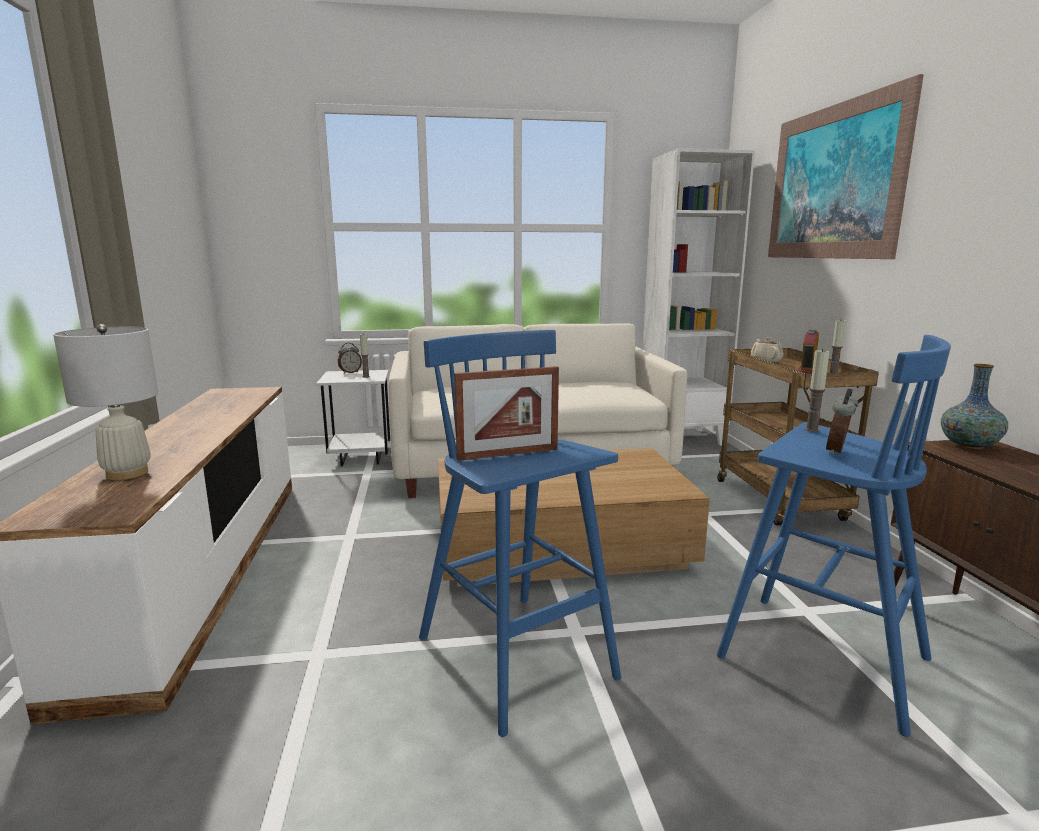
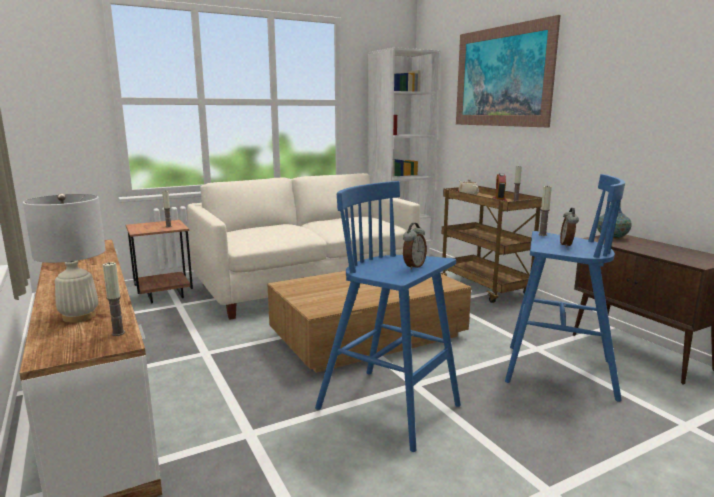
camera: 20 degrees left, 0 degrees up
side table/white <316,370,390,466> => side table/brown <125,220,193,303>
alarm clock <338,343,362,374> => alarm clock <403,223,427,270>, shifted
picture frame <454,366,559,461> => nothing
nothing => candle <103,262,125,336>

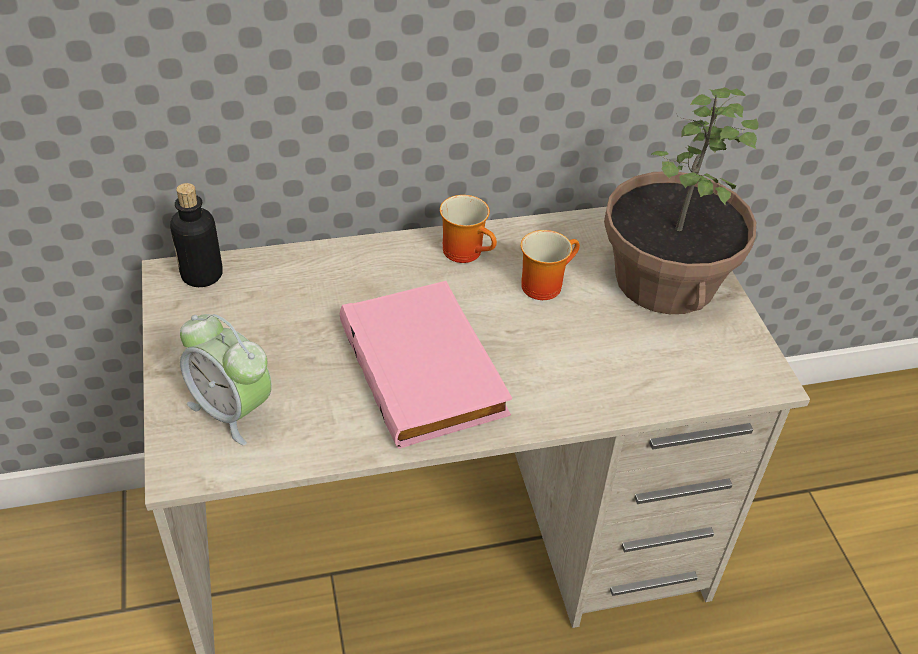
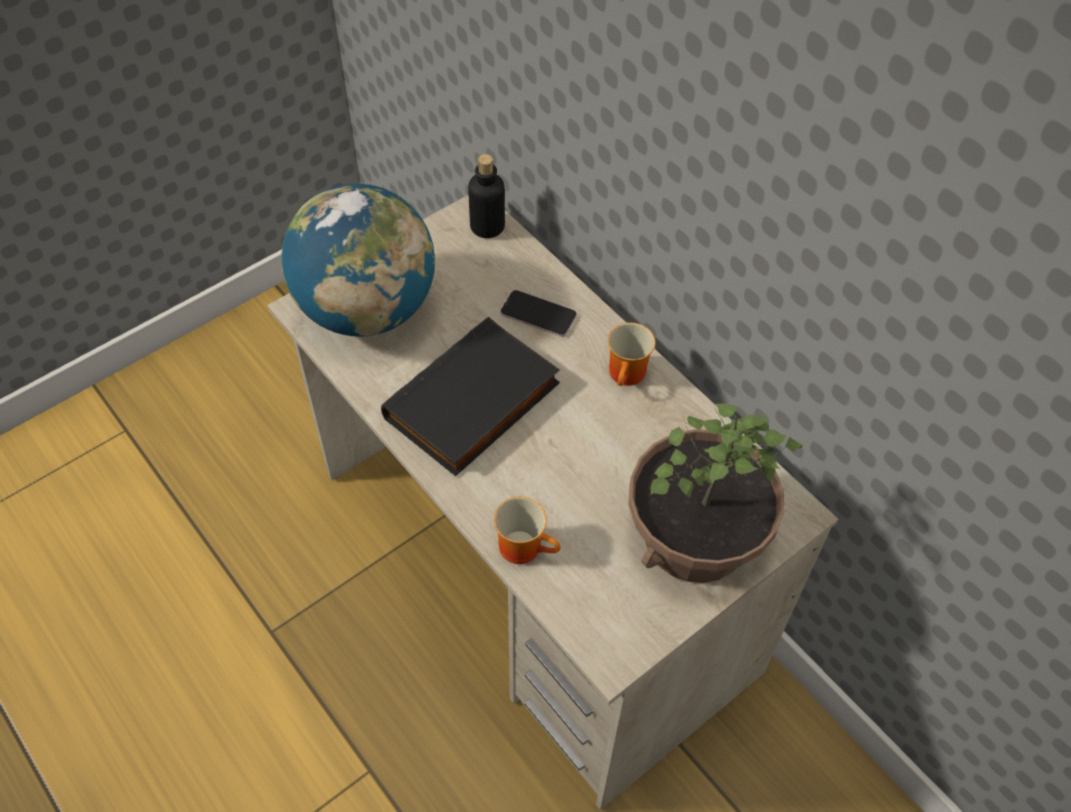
camera: 65 degrees right, 10 degrees up
alarm clock <180,314,272,445> => globe <281,184,435,337>
book/pink <340,281,512,449> => book/black <381,317,560,476>
mug <521,230,580,300> => mug <494,497,560,564>, shifted
nothing => phone <500,290,577,337>

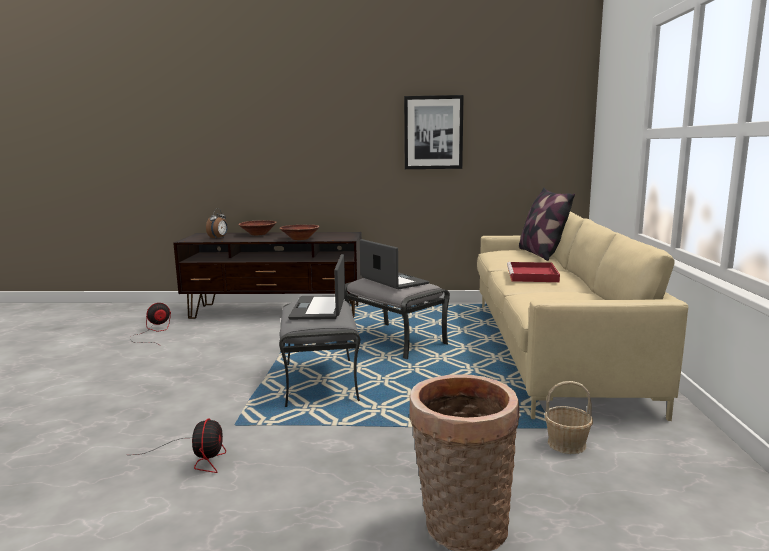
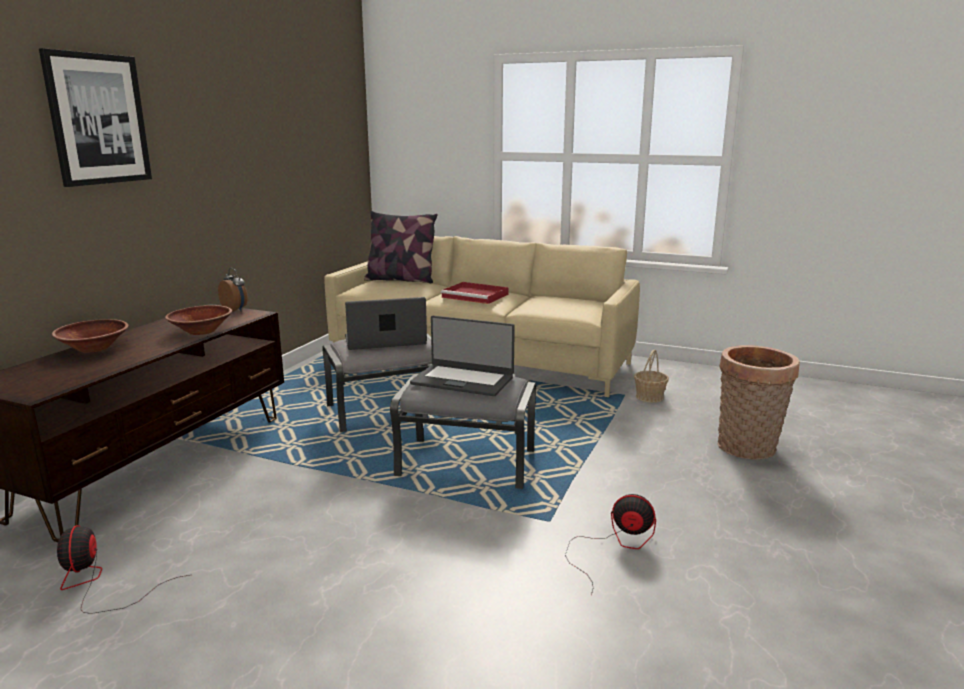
camera: 70 degrees left, 5 degrees up
alarm clock <206,209,228,239> => alarm clock <218,268,248,312>, shifted
picture <404,95,464,169> => picture <39,48,152,187>, shifted

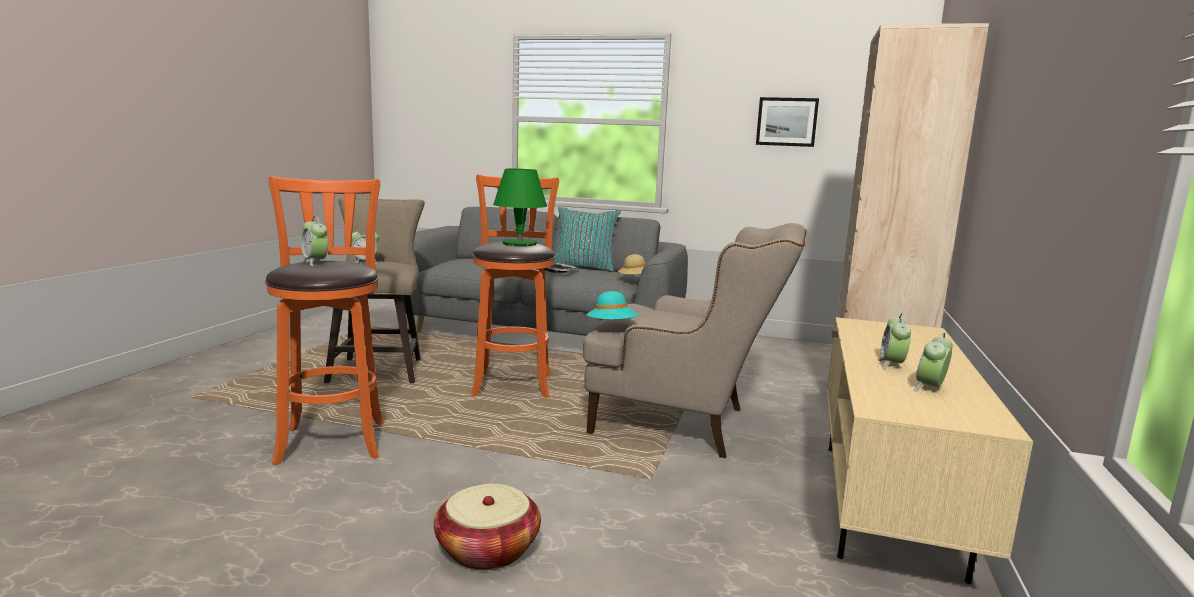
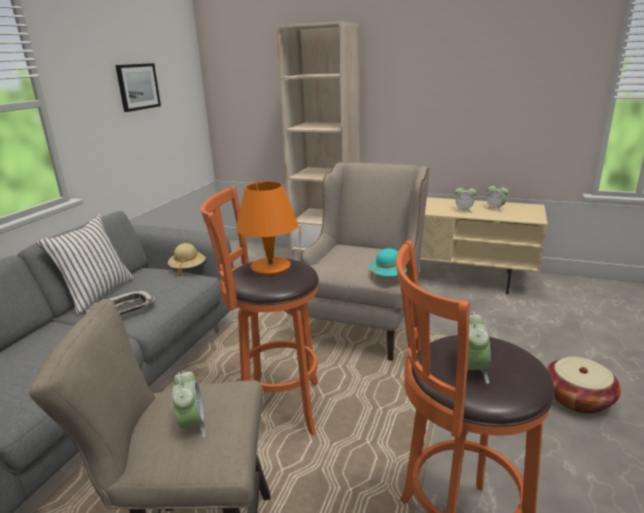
camera: 85 degrees left, 10 degrees up
alarm clock <301,216,328,266> => alarm clock <467,312,491,384>, 45 degrees counterclockwise
table lamp/green <493,169,547,246> => table lamp/orange <236,181,298,276>
pillow/turquoise <554,207,621,272> => pillow/white <36,214,135,314>

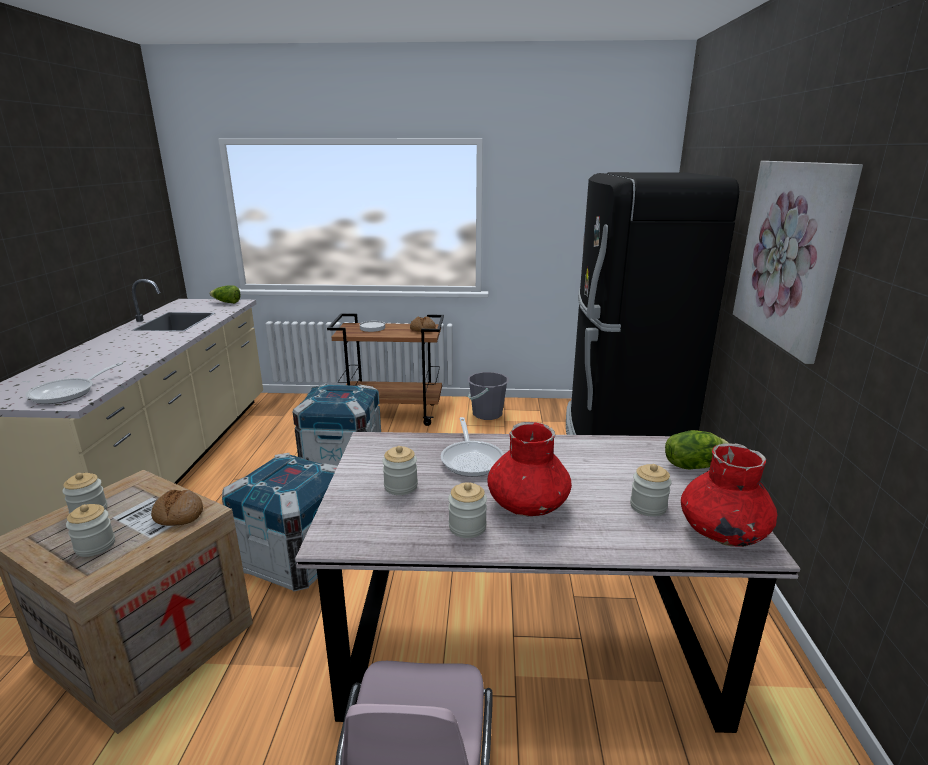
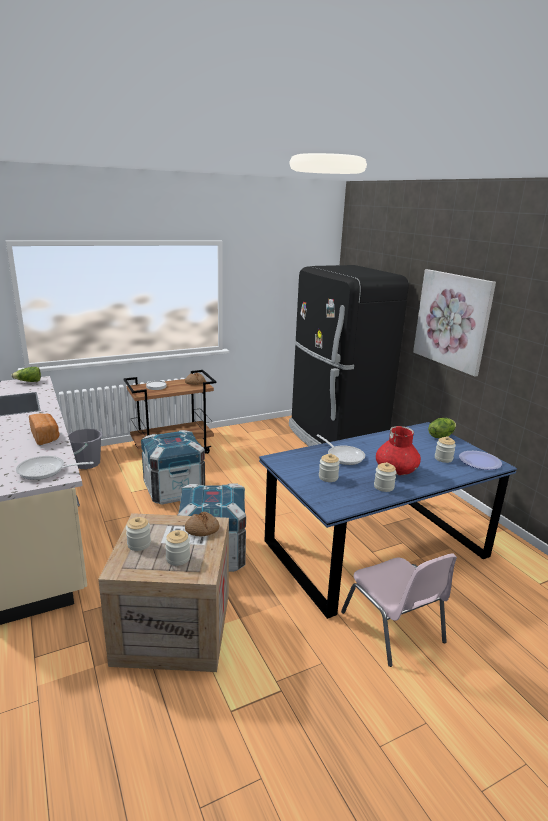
camera: 30 degrees left, 0 degrees up
frying pan <26,362,123,404> => frying pan <16,456,94,480>, 90 degrees clockwise
dining table/grey <295,432,800,733> => dining table/blue <259,422,517,619>
bucket/grey <467,372,509,420> => bucket/grey <68,429,102,469>, shifted
vase/red <681,443,777,547> => plate <459,451,502,470>
nothing => bread <29,413,59,445>

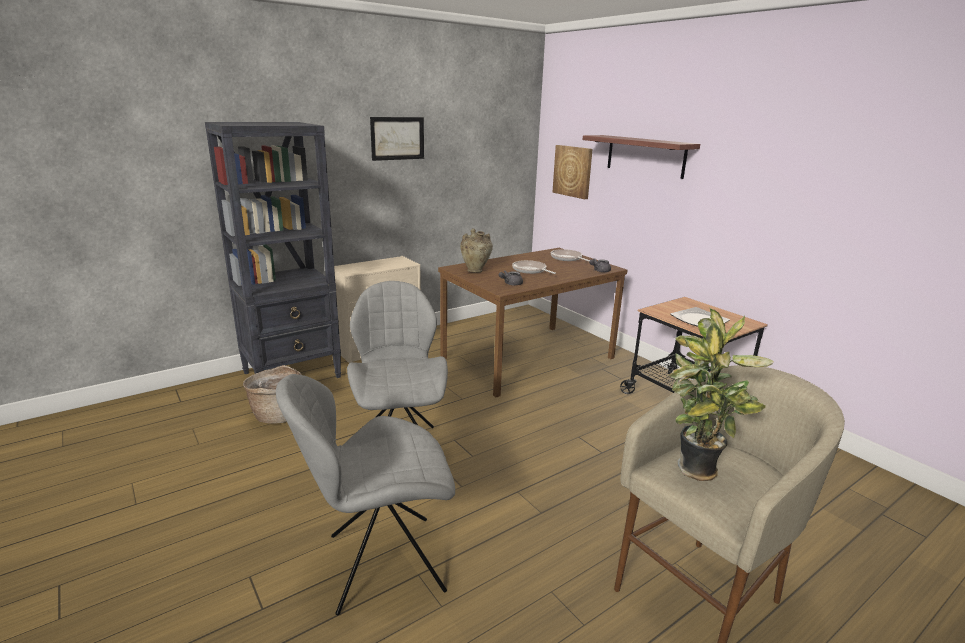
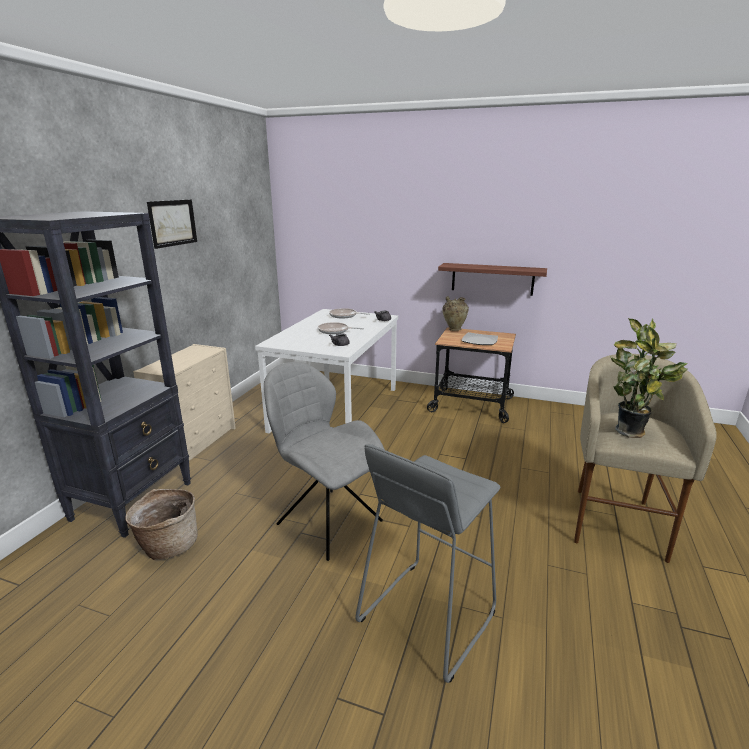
camera: 35 degrees left, 0 degrees up
chair/grey <276,374,455,615> => stool/grey <355,444,500,683>
dining table/brown <438,248,628,397> => dining table/white <255,309,398,433>
vase/beige <460,228,493,273> => vase/beige <442,296,469,331>, shifted
picture <553,145,593,199> => nothing
shelf <583,135,700,179> => shelf <438,263,547,296>, shifted

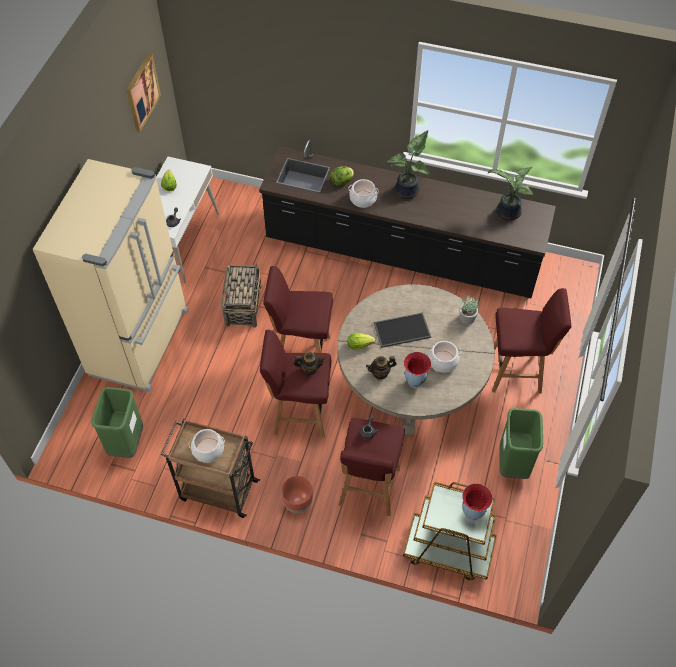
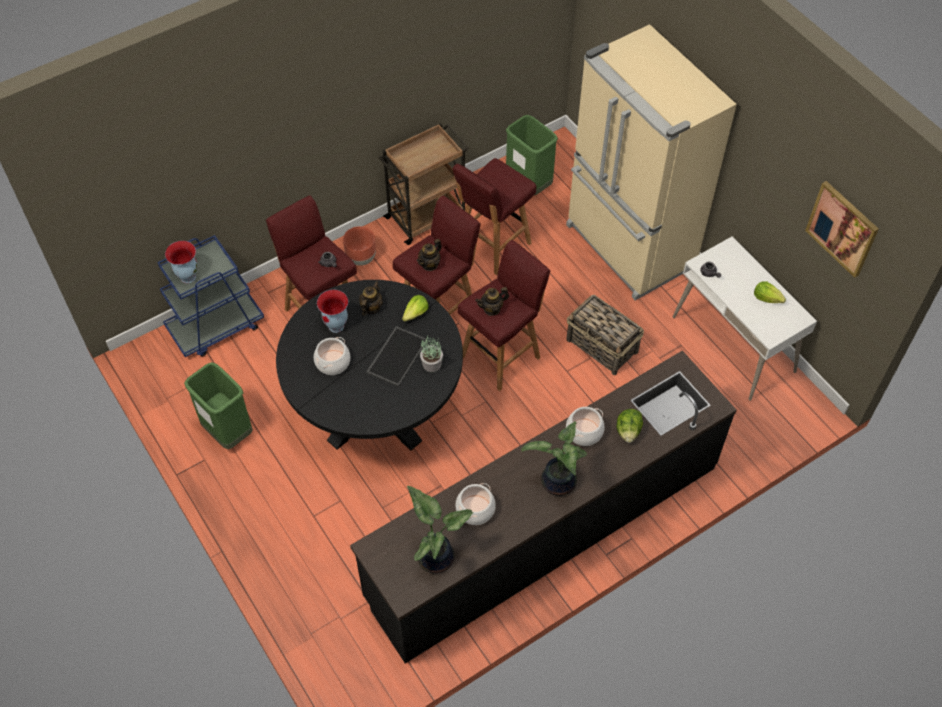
camera: 130 degrees right, 0 degrees up
cooking pot <189,429,225,463> => cooking pot <455,483,496,525>, shifted
dining table/beige <337,284,495,437> => dining table/black <276,280,463,450>
cart/brown <403,482,497,580> => cart/blue <157,235,264,357>
potted plant <459,295,479,324> => potted plant <420,335,443,372>, shifted
stool/red <492,288,571,393> => stool/red <452,158,536,275>, shifted
nothing => teapot <475,287,509,316>

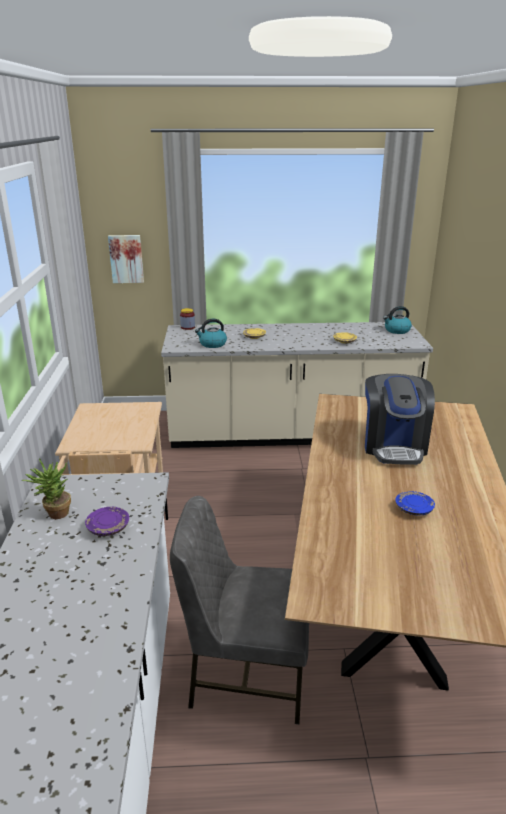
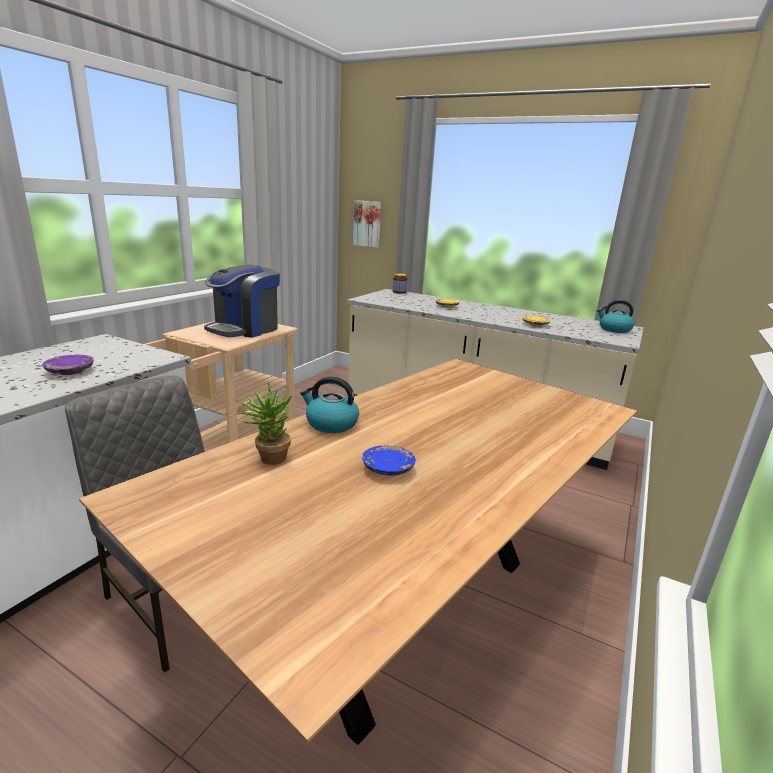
camera: 30 degrees right, 5 degrees down
potted plant <22,458,71,519> => potted plant <236,383,292,465>, shifted
kettle <195,319,227,348> => kettle <300,376,359,433>, shifted
coffee machine <365,374,435,465> => coffee machine <204,264,280,338>, shifted

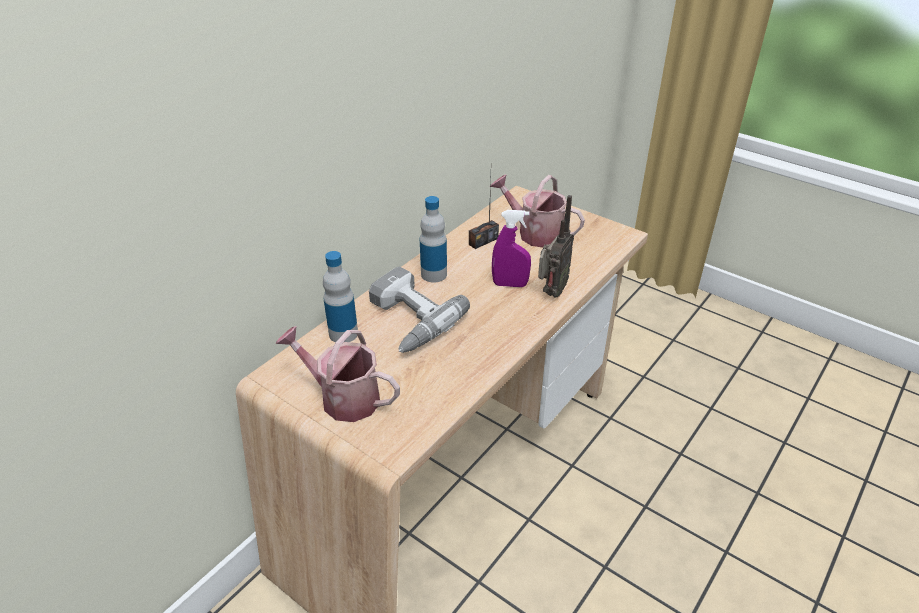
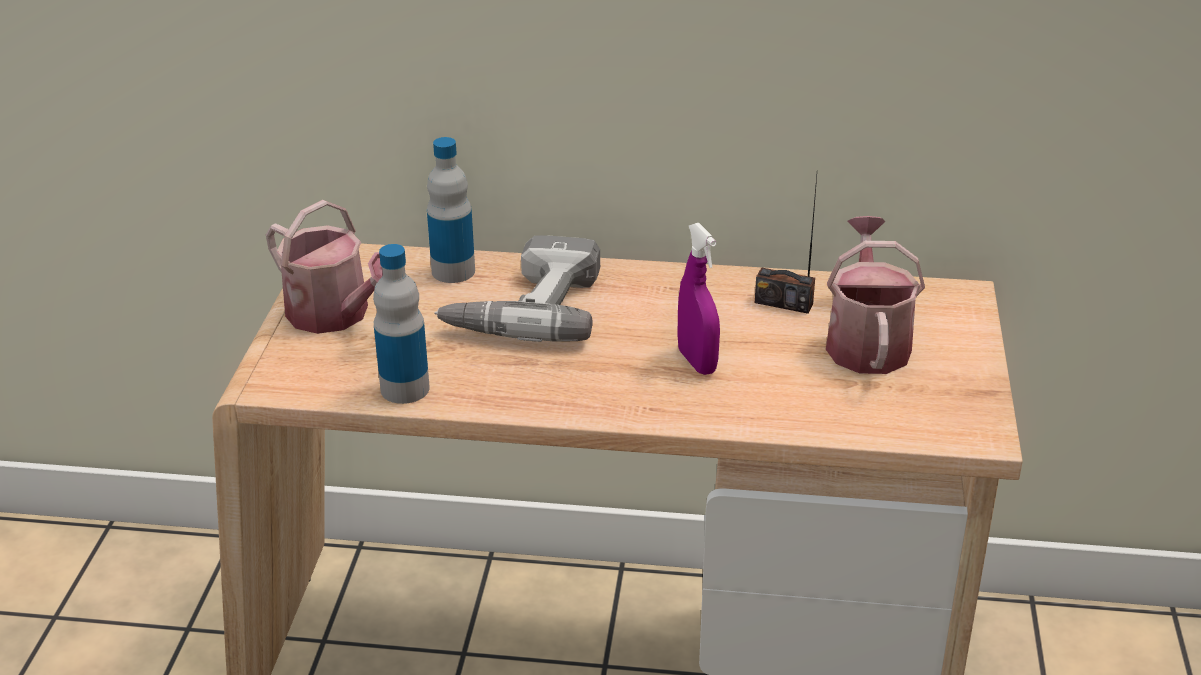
camera: 60 degrees right, 5 degrees down
watering can <275,326,400,422> => watering can <266,200,383,334>, 135 degrees clockwise
bottle <420,196,447,283> => bottle <373,244,430,404>, shifted
radio <538,195,574,298> => nothing

